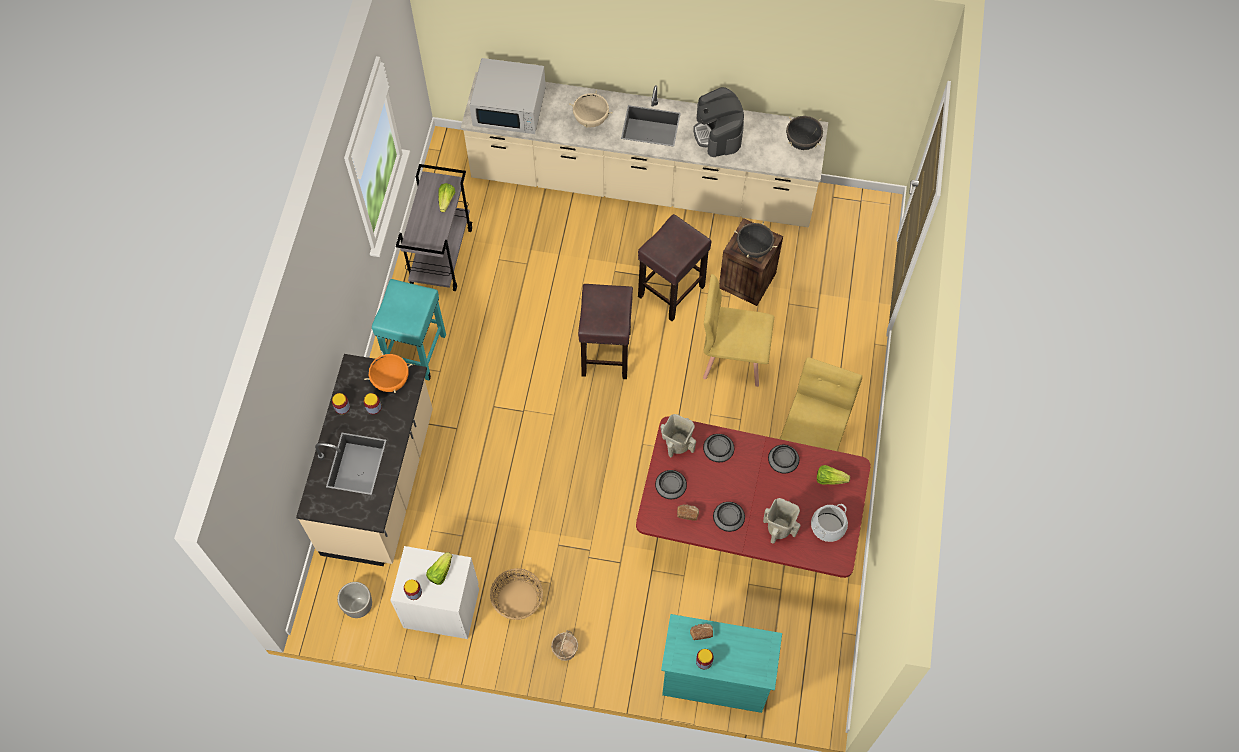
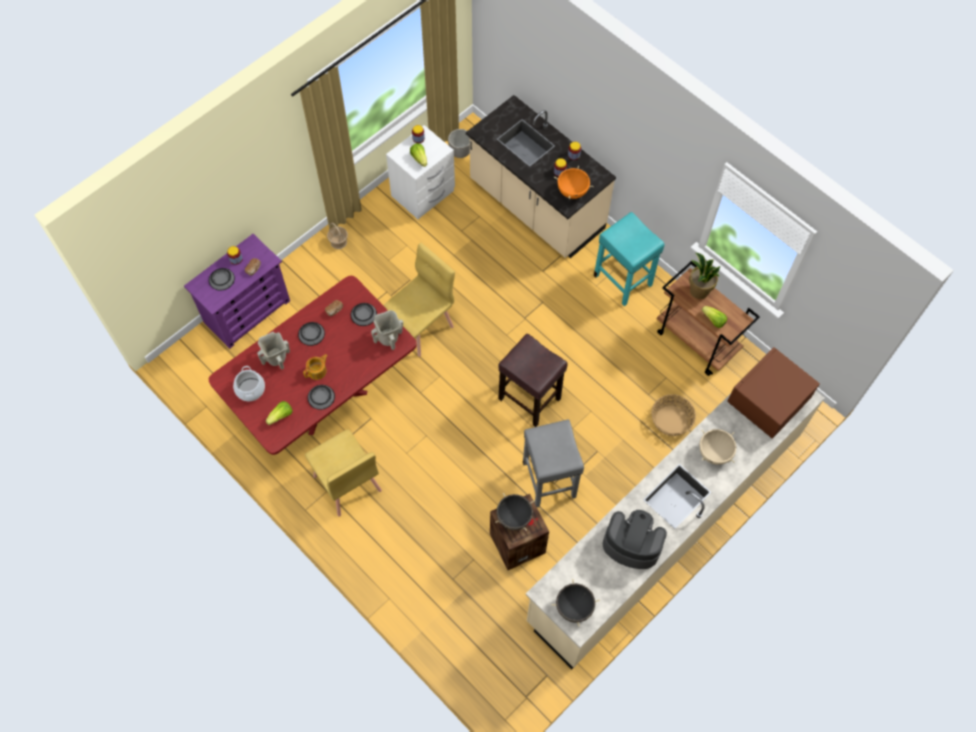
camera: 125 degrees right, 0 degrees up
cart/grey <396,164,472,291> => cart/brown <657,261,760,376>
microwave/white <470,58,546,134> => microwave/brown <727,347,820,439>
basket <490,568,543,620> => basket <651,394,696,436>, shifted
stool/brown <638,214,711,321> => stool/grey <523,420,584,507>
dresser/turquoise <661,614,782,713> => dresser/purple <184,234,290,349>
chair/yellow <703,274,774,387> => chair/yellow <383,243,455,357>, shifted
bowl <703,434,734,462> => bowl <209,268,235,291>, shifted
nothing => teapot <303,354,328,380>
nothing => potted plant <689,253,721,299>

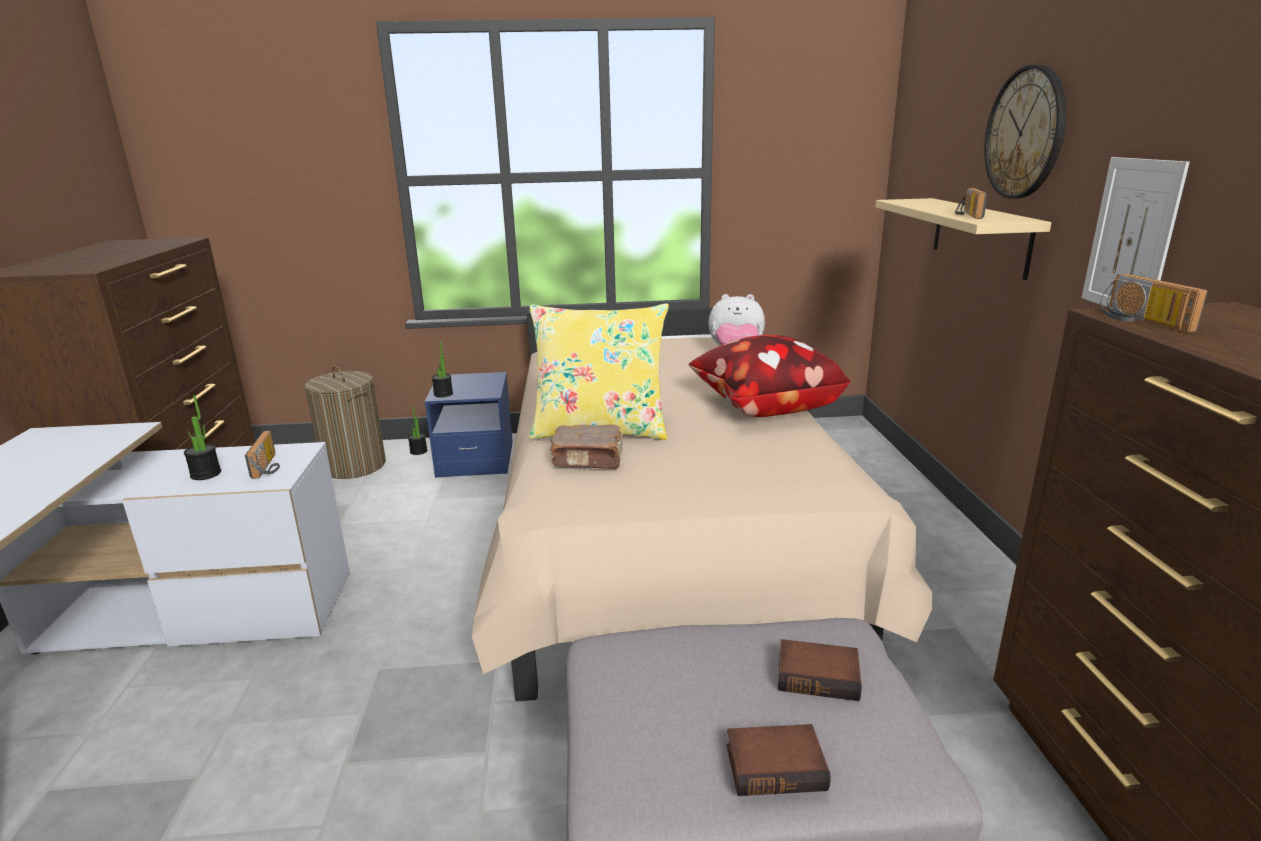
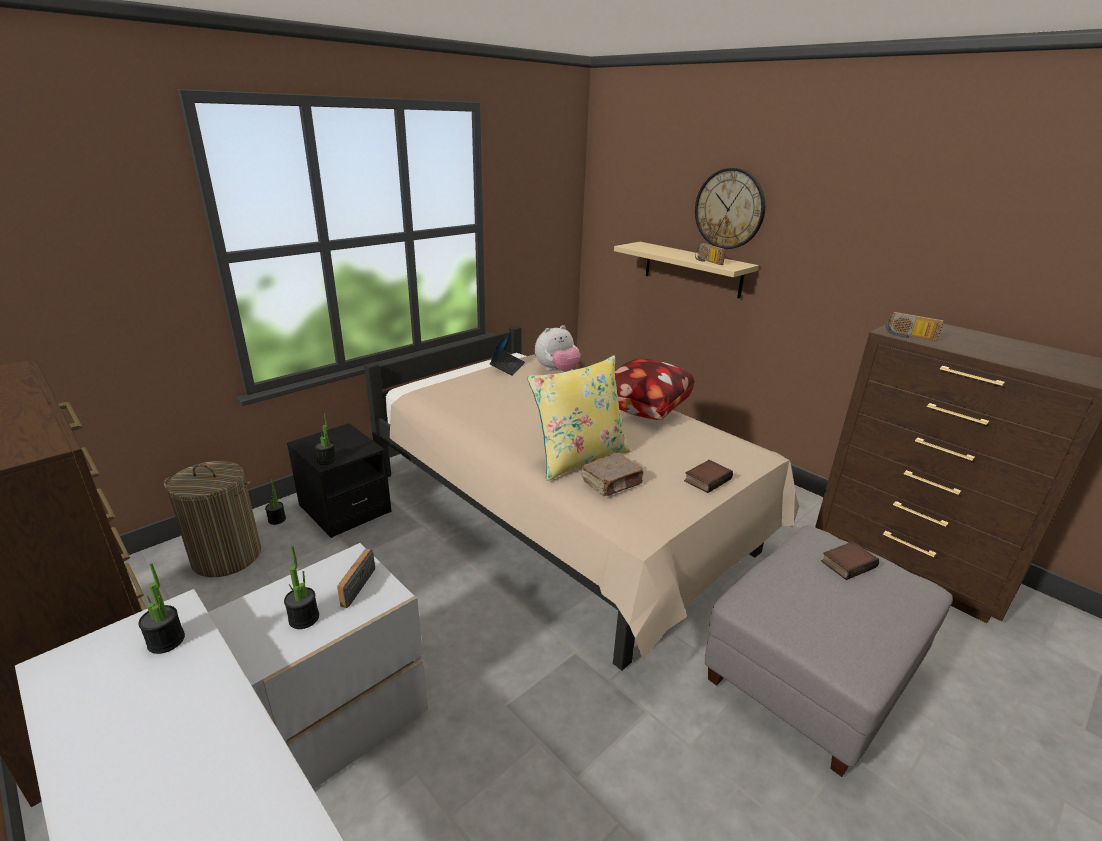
camera: 40 degrees left, 5 degrees up
radio <245,431,280,479> => radio <337,548,375,608>, 120 degrees counterclockwise
nightstand/blue <425,372,513,478> => nightstand/black <287,423,392,538>
book <727,724,831,796> => book <684,460,733,493>, shifted
picture <1082,157,1190,307> => nothing
nothing => potted plant <138,563,185,654>
nothing => laptop <490,331,525,376>

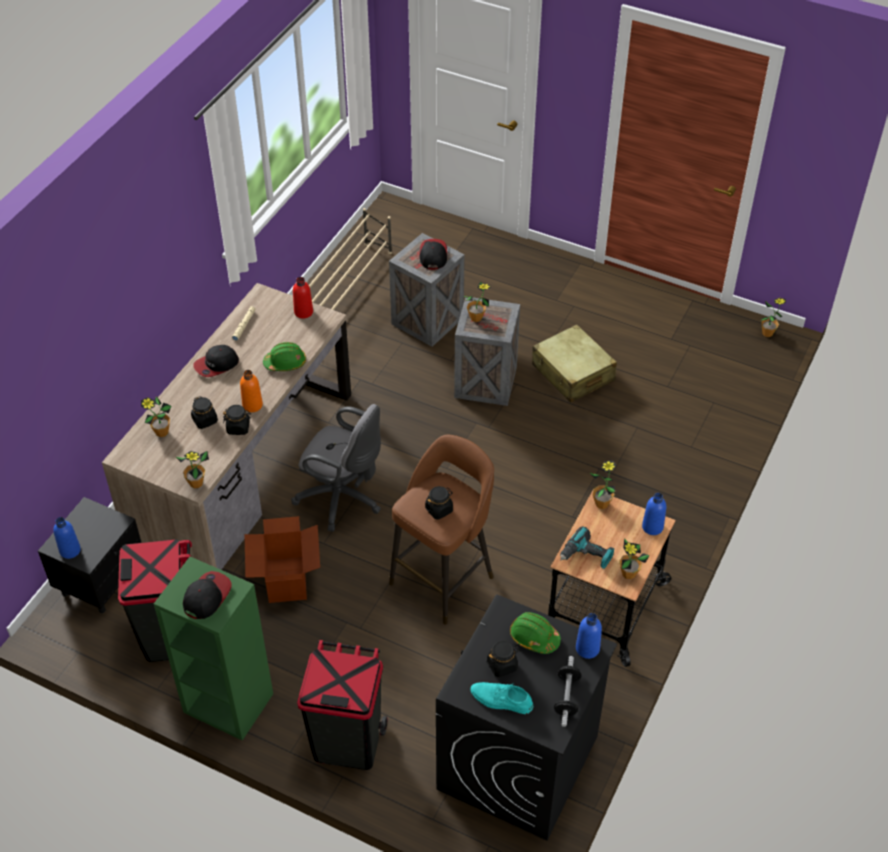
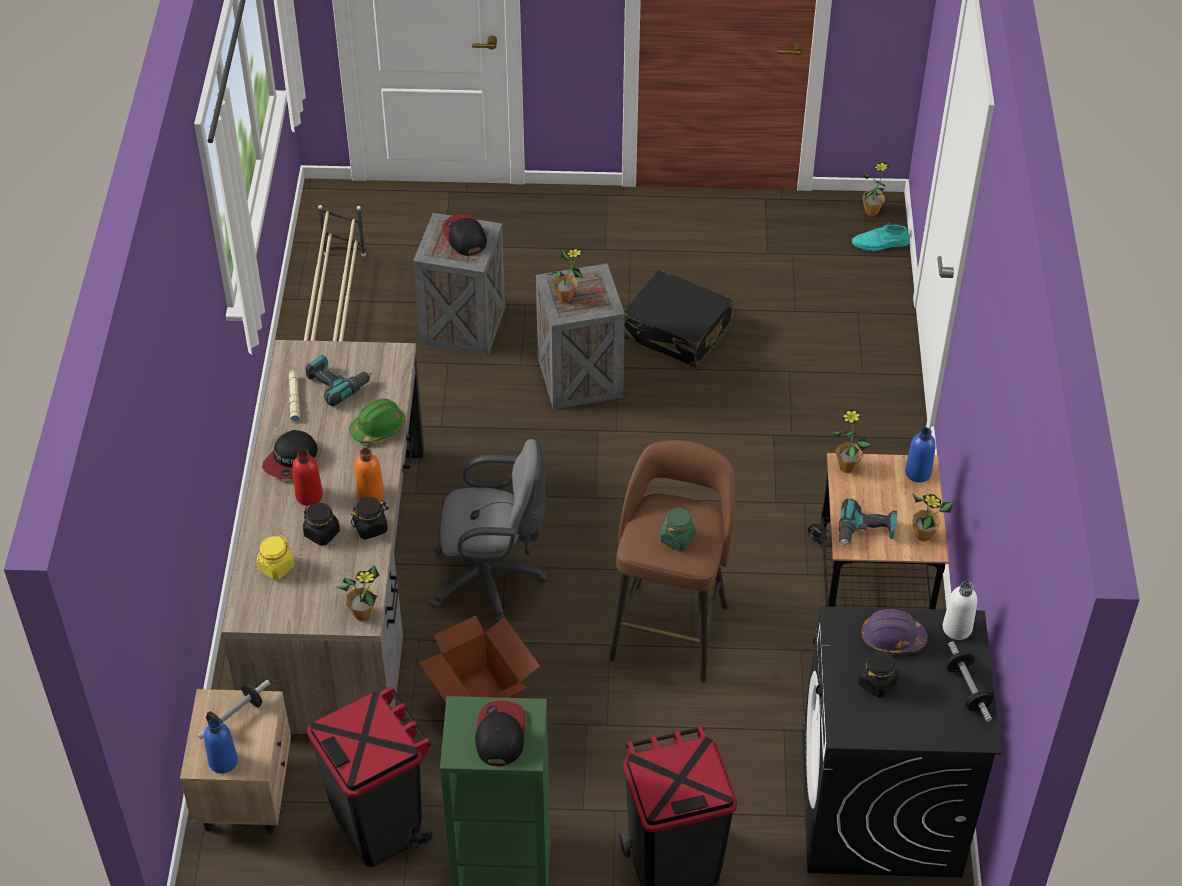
camera: 25 degrees left, 0 degrees up
nightstand/black <38,497,141,614> => nightstand/beige <180,689,291,833>
potted plant <141,396,171,437> => jar/yellow <257,535,294,580>
bottle/red <293,277,313,319> => bottle/red <292,449,323,506>, shifted
jar/black <425,486,453,520> => jar/green <660,507,696,551>
shoe/turquoise <471,682,533,714> => shoe/turquoise <852,224,910,251>, shifted
hard hat/green <510,612,561,654> => hard hat/purple <862,609,928,654>
suitcase/beige <532,324,617,403> => suitcase/black <624,270,733,368>
bottle/blue <576,613,602,659> => bottle/white <943,581,977,640>
nothing => dumbbell <197,680,270,740>
nothing => power drill <305,355,372,406>

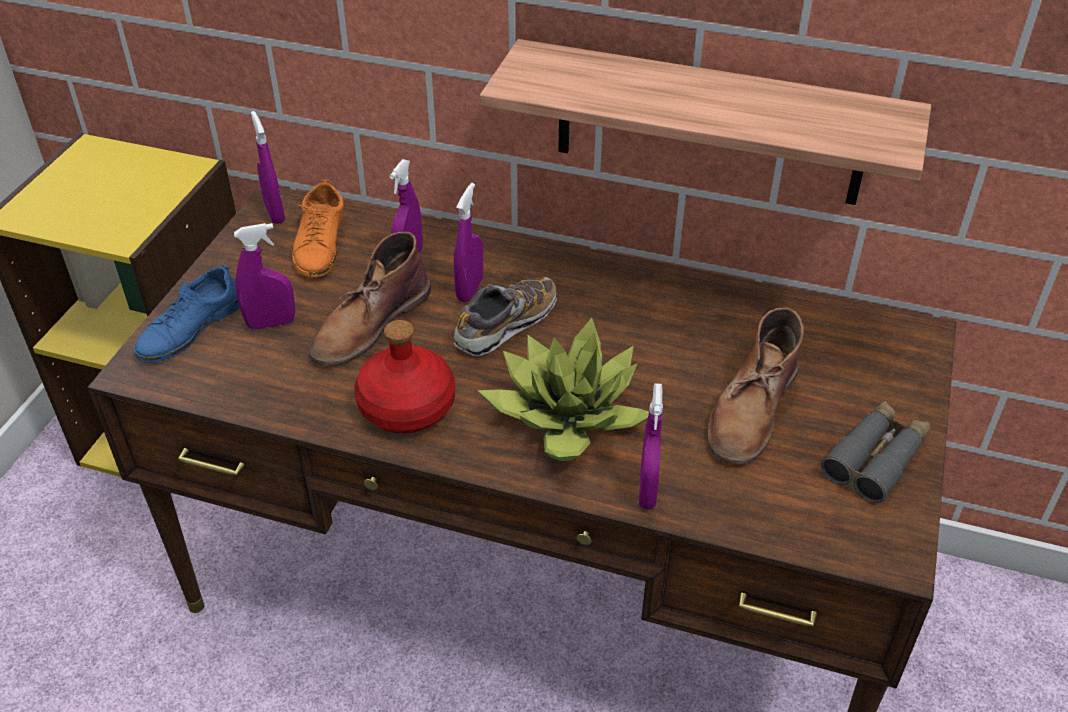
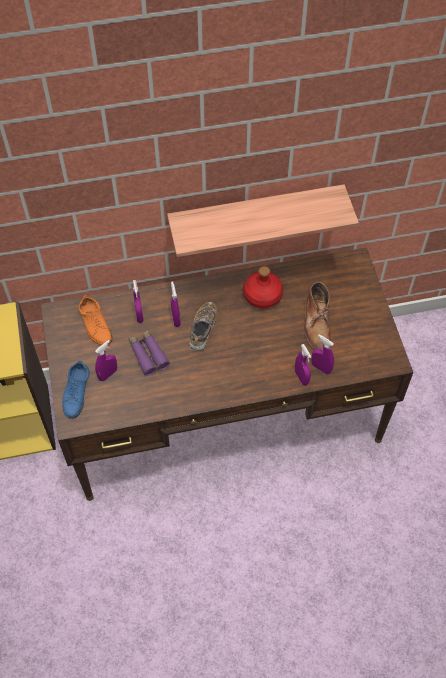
camera: 30 degrees left, 15 degrees up
spray bottle/purple <251,111,285,224> => spray bottle/purple <312,334,334,374>, shifted
boot/brown <309,232,431,366> => binoculars/purple <129,330,170,376>
bottle/red <355,320,455,433> => bottle/red <243,266,283,308>, shifted
potted plant <477,318,649,461> => nothing
binoculars/grey <821,401,931,503> => nothing

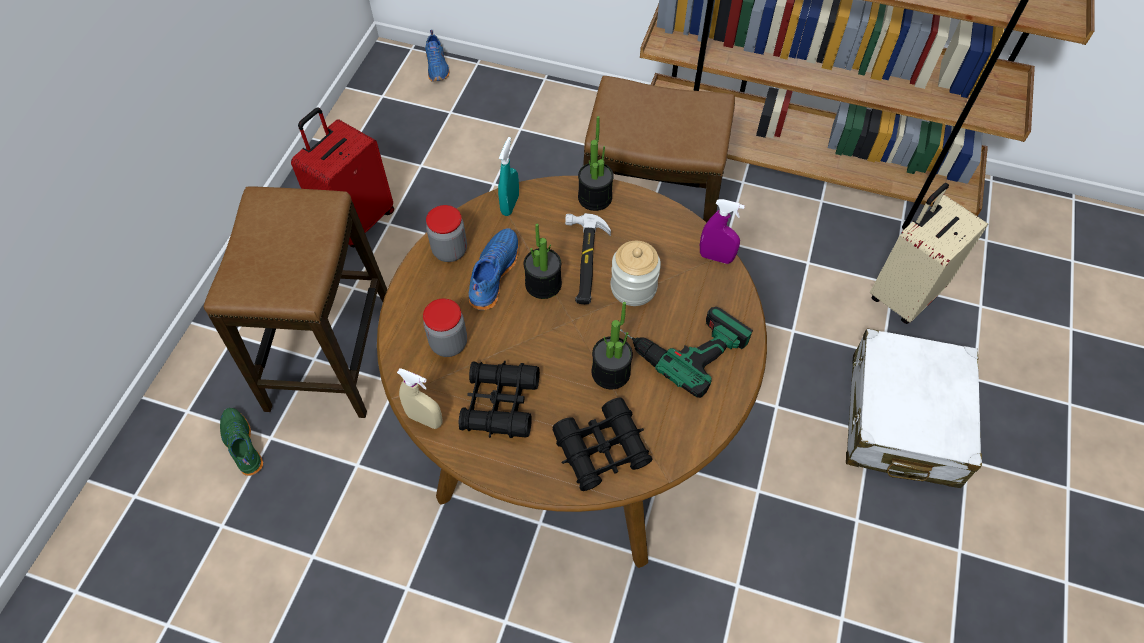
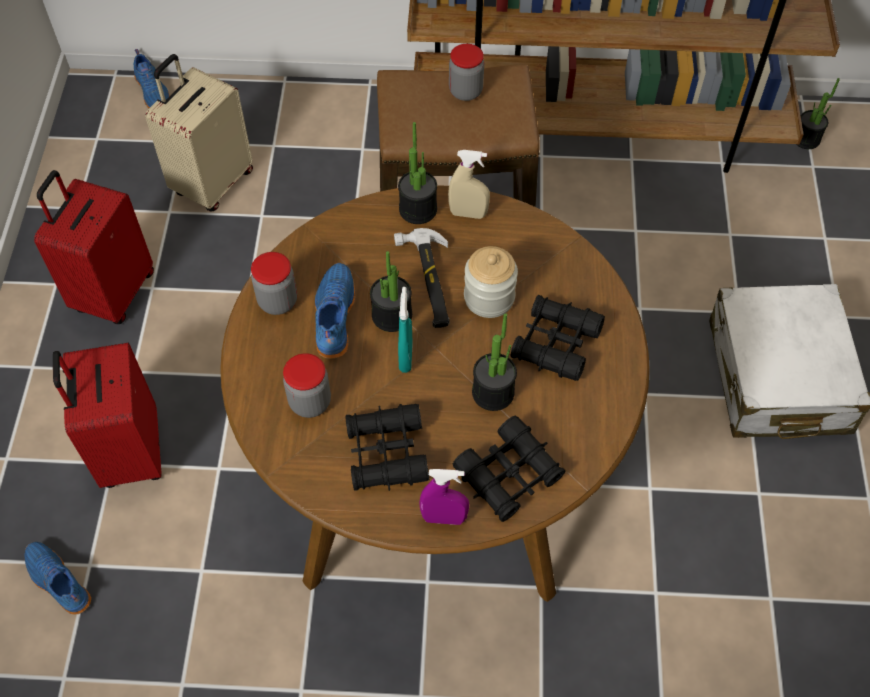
camera: 15 degrees left, 0 degrees up
stool <204,186,387,418> => suitcase/red <53,343,161,488>
shoe/green <220,408,263,476> => shoe/blue <25,542,91,615>
spray bottle/beige <397,368,442,429> => spray bottle/beige <448,150,490,219>, shifted
spray bottle/turquoise <498,137,519,216> => spray bottle/turquoise <398,287,413,373>, shifted
power drill <620,307,753,398> => binoculars/black <510,295,605,381>
spray bottle/purple <700,199,745,264> => spray bottle/purple <420,469,469,525>, shifted
suitcase/beige <870,183,988,324> => suitcase/beige <145,54,253,212>, shifted
nothing => jar <449,44,484,101>
nothing => potted plant <796,78,840,149>

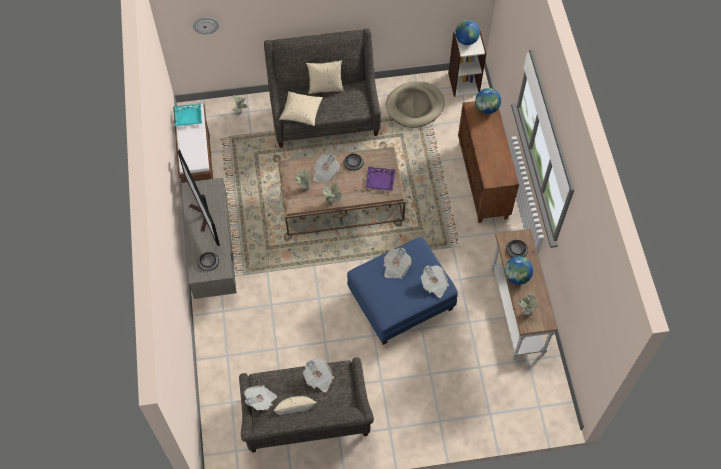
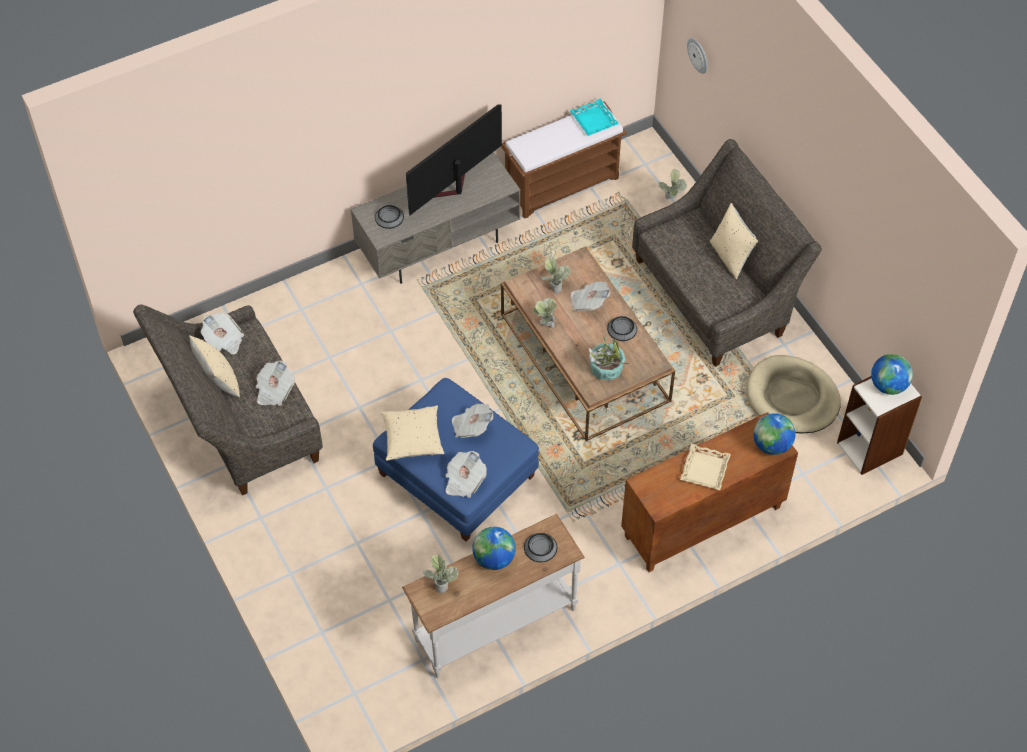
camera: 70 degrees right, 5 degrees down
pillow/beige <279,91,323,126> => pillow/beige <381,405,444,461>, shifted
tray/purple <365,166,396,191> => potted plant <589,335,632,381>
nothing => tray/beige <680,444,731,490>

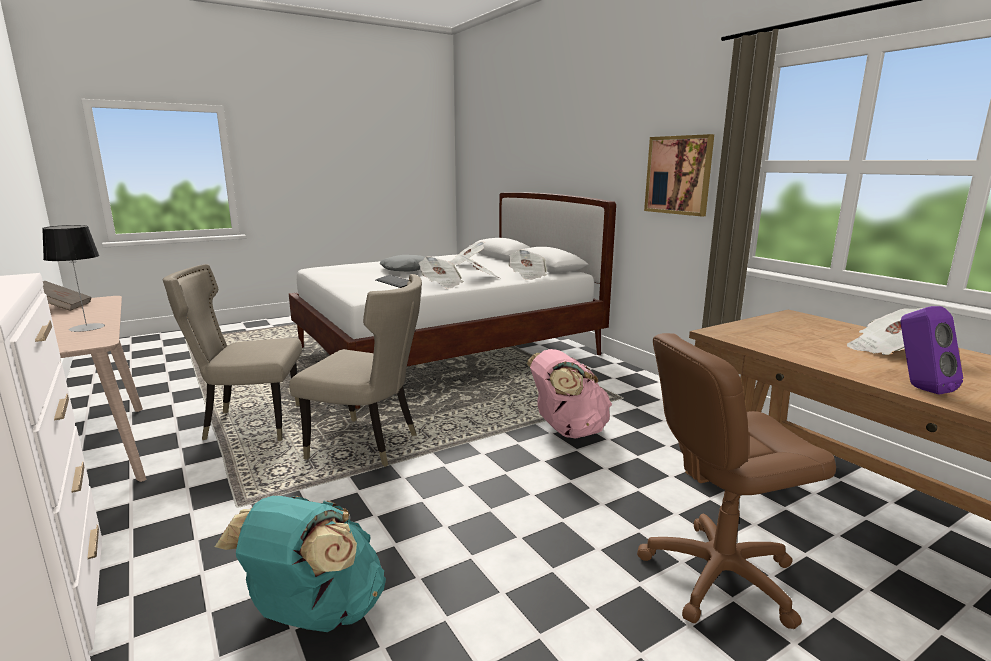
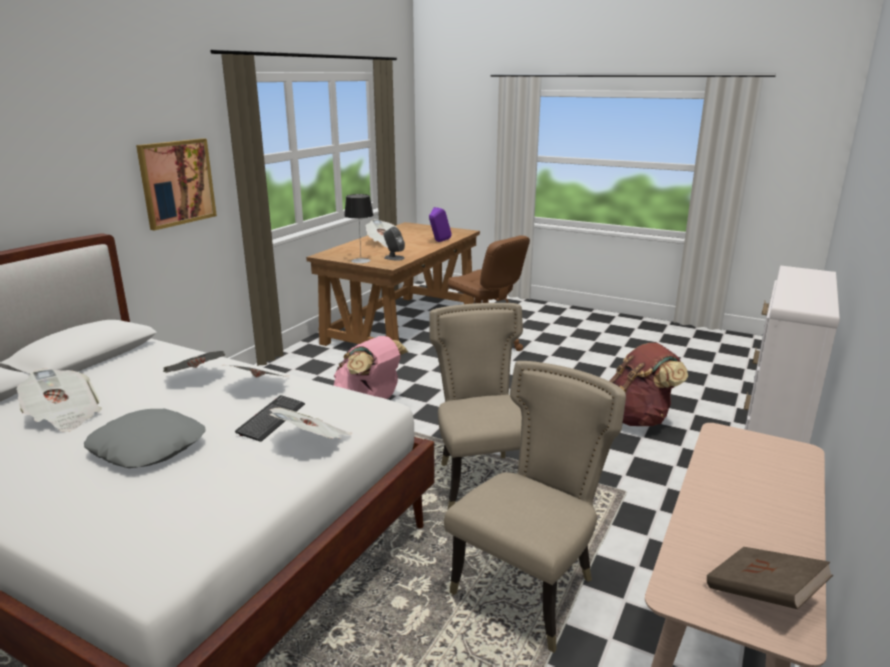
camera: 120 degrees left, 5 degrees up
table lamp <42,225,105,332> => table lamp <344,194,373,263>, shifted
chair/beige <163,264,302,441> => chair/beige <444,361,626,653>, 105 degrees counterclockwise
backpack/turquoise <215,496,386,632> => backpack/brown <609,343,688,426>
newspaper <508,250,547,280> => newspaper <269,408,353,439>, shifted
nothing => speaker/grey <383,226,405,261>

